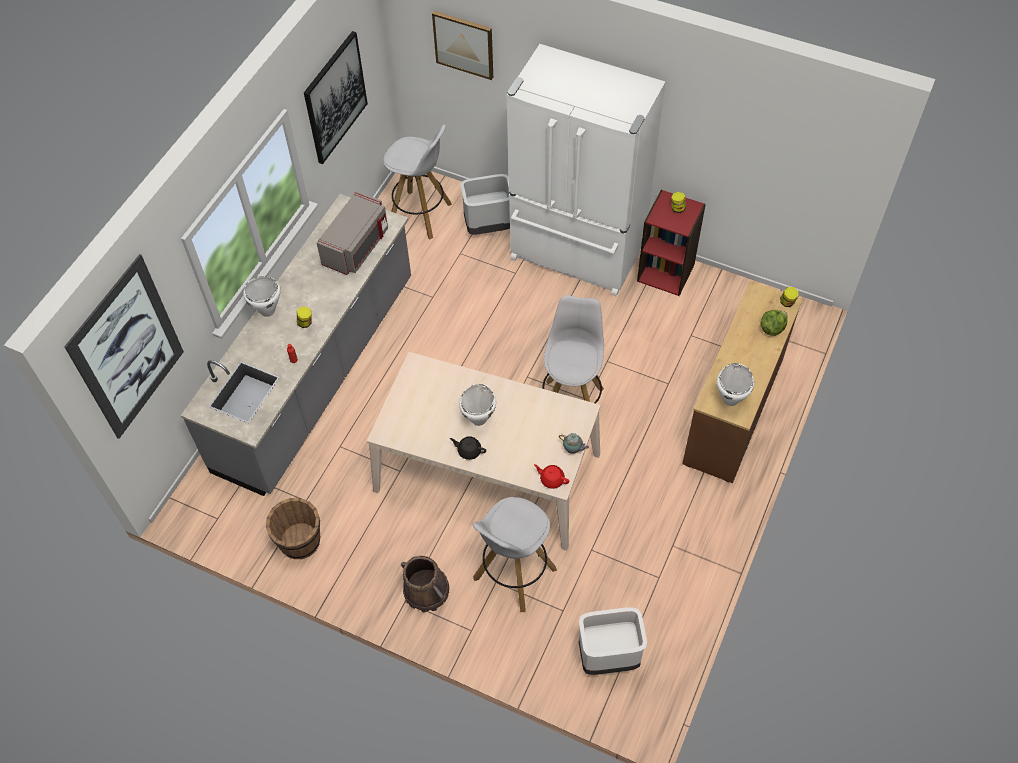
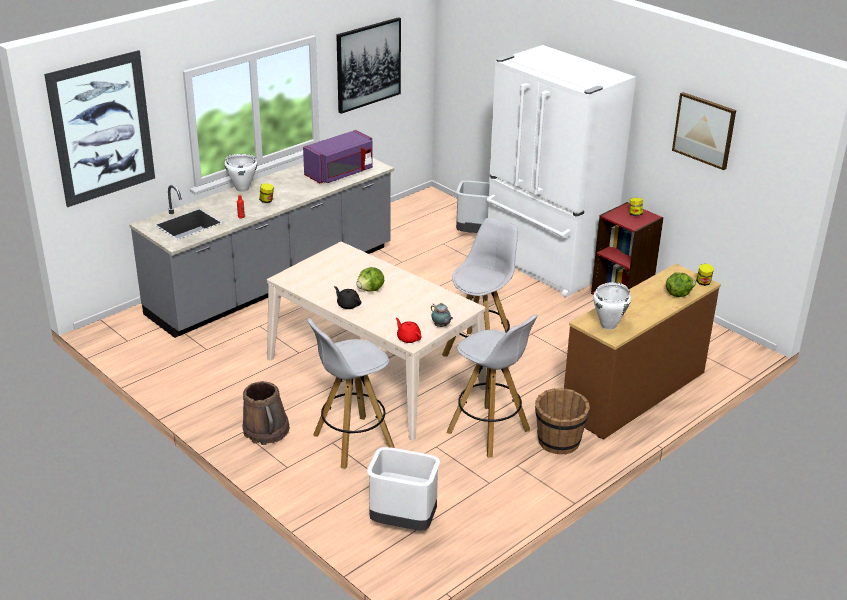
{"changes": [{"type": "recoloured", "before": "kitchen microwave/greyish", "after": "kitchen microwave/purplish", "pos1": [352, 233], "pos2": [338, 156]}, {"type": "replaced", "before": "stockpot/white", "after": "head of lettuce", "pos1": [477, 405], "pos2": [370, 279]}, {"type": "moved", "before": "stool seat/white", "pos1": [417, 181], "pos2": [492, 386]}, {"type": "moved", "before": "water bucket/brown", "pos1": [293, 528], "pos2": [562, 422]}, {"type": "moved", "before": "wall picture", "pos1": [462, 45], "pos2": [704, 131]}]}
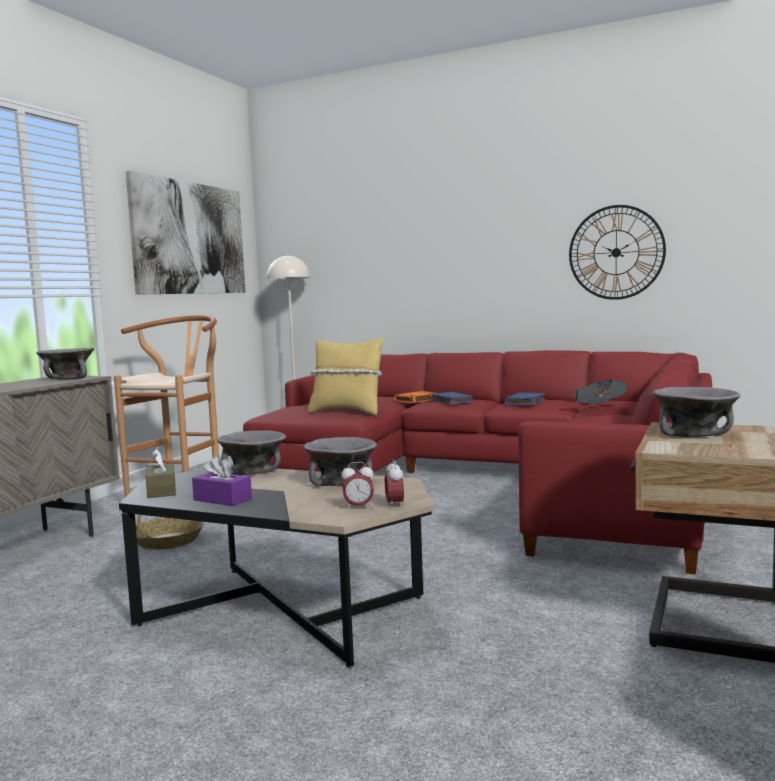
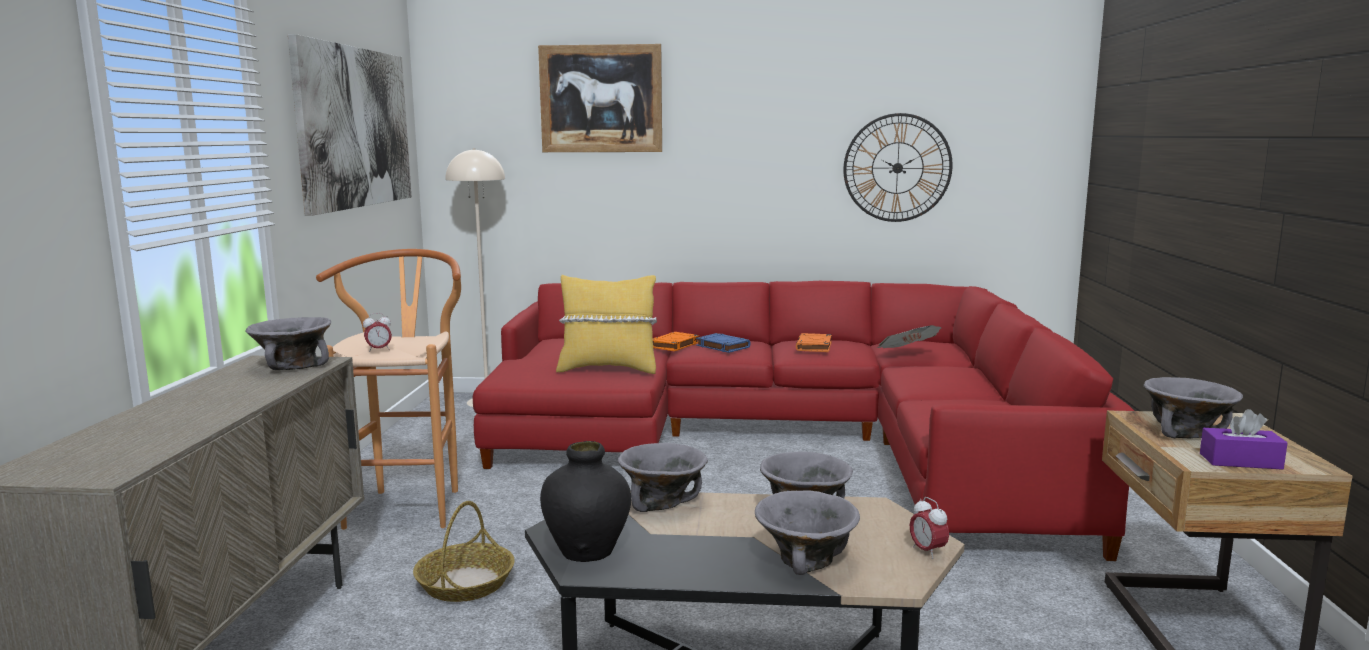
{"changes": [{"type": "moved", "before": "alarm clock", "pos1": [357, 486], "pos2": [377, 332]}, {"type": "added", "after": "wall picture", "pos2": [600, 98]}, {"type": "replaced", "before": "tissue holder/brown", "after": "flower vase/blackish", "pos1": [161, 473], "pos2": [585, 501]}, {"type": "added", "after": "deep dish/greyish", "pos2": [807, 532]}, {"type": "recoloured", "before": "volume/blue-coloured", "after": "volume/orangey", "pos1": [525, 398], "pos2": [814, 342]}, {"type": "moved", "before": "tissue holder/purplish", "pos1": [222, 480], "pos2": [1244, 439]}]}
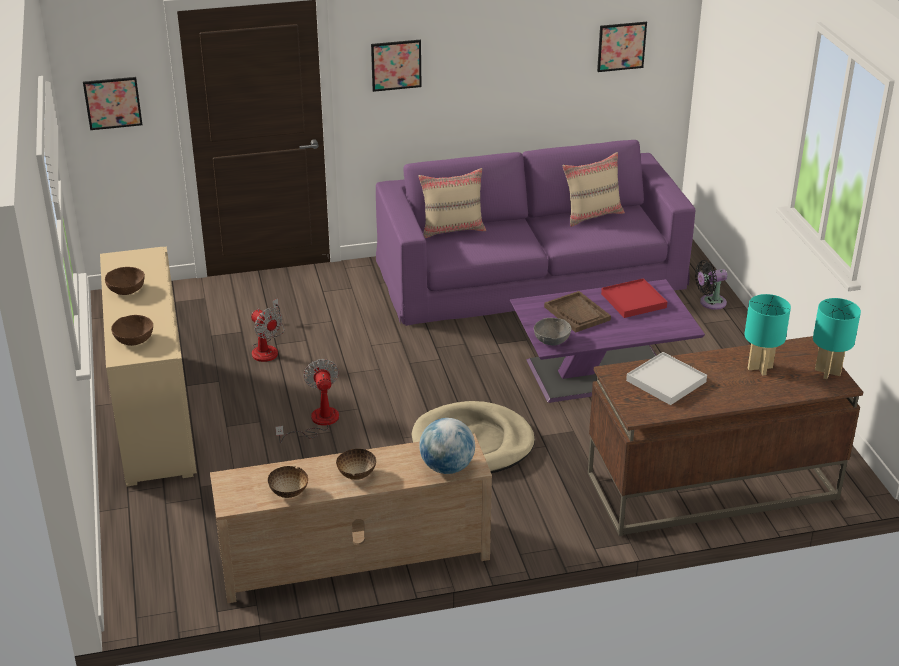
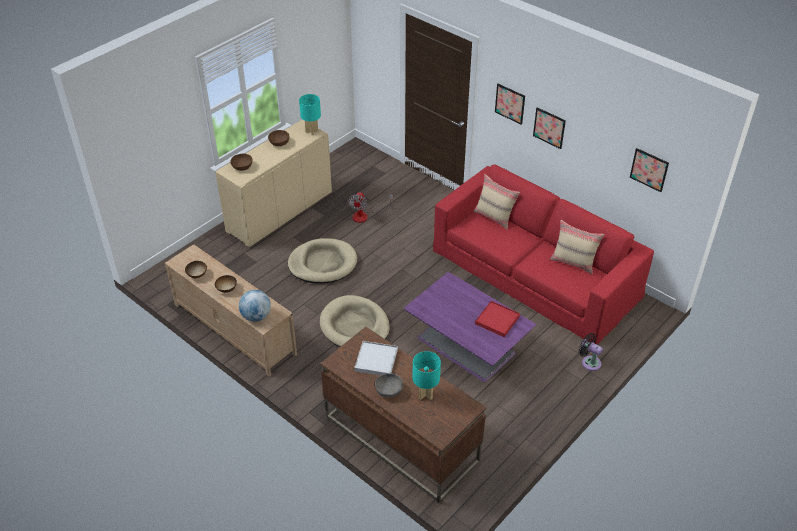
{"changes": [{"type": "replaced", "before": "electric fan", "after": "dog cushion/beige", "pos1": [307, 401], "pos2": [322, 261]}, {"type": "moved", "before": "lamp for a table/turquoise-coloured", "pos1": [837, 338], "pos2": [310, 114]}, {"type": "moved", "before": "deep dish/greyish", "pos1": [552, 332], "pos2": [389, 385]}, {"type": "recoloured", "before": "sofa/purplish", "after": "sofa/reddish", "pos1": [535, 233], "pos2": [543, 255]}, {"type": "moved", "before": "wall picture", "pos1": [113, 103], "pos2": [549, 128]}, {"type": "removed", "before": "carrying tray/brown", "pos1": [577, 312]}]}
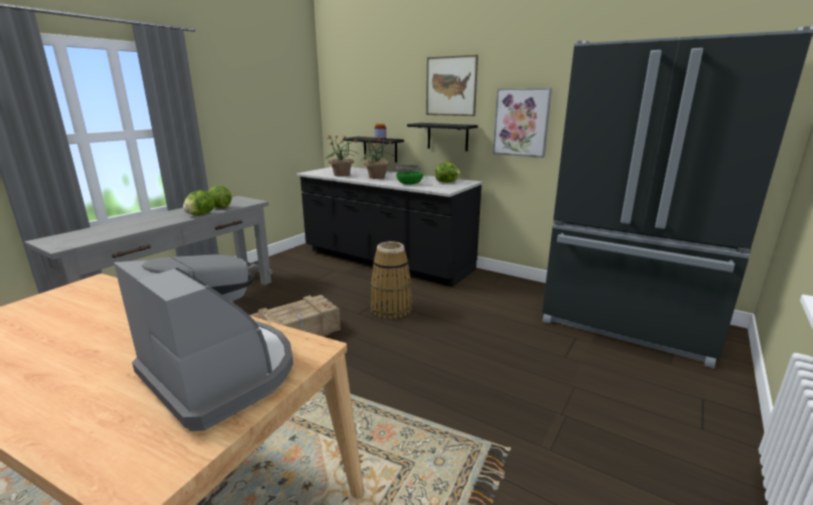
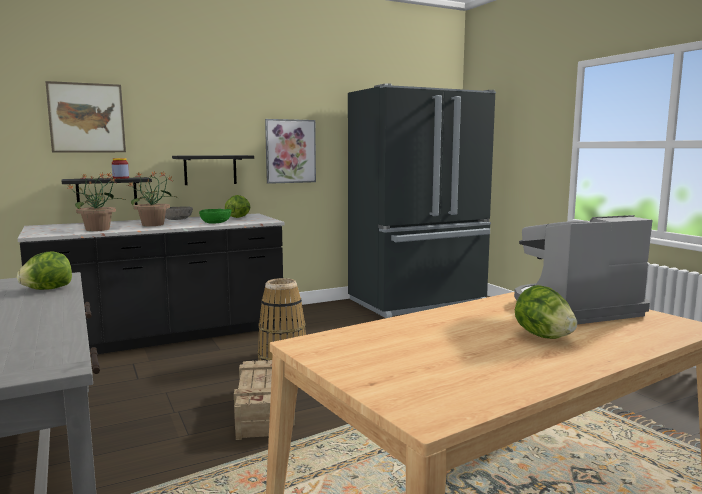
{"changes": [{"type": "moved", "before": "wall picture", "pos1": [452, 85], "pos2": [85, 117]}, {"type": "moved", "before": "head of lettuce", "pos1": [199, 202], "pos2": [546, 312]}]}
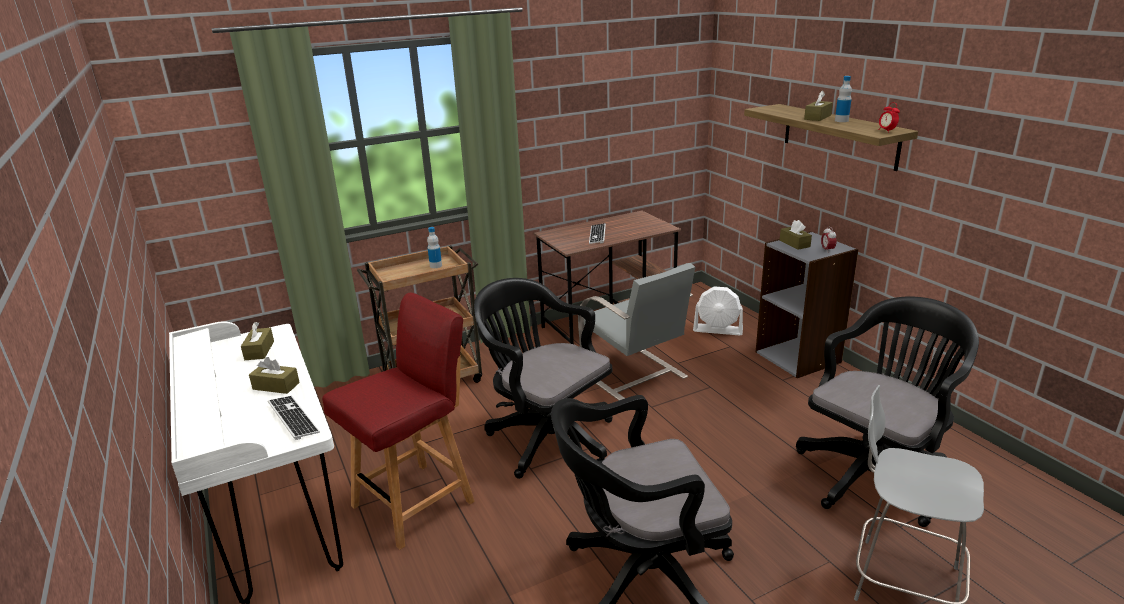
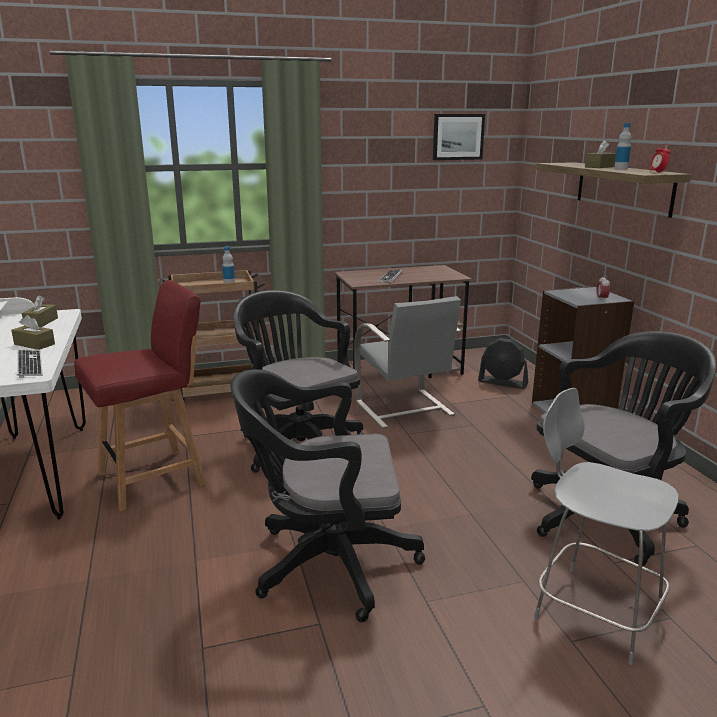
{"changes": [{"type": "added", "after": "wall picture", "pos2": [459, 137]}, {"type": "recoloured", "before": "electric fan/white", "after": "electric fan/blackish", "pos1": [718, 311], "pos2": [503, 363]}, {"type": "removed", "before": "tissue holder/brown", "pos1": [796, 235]}]}
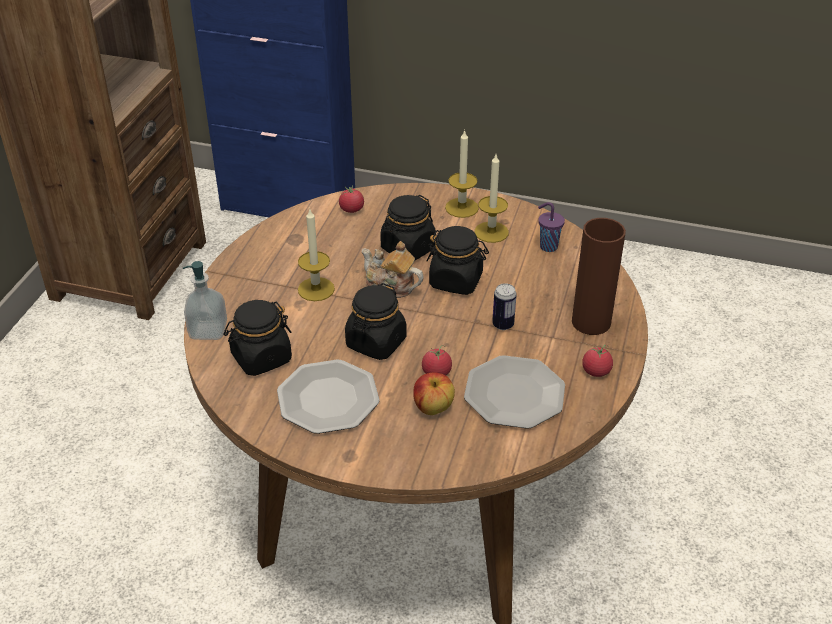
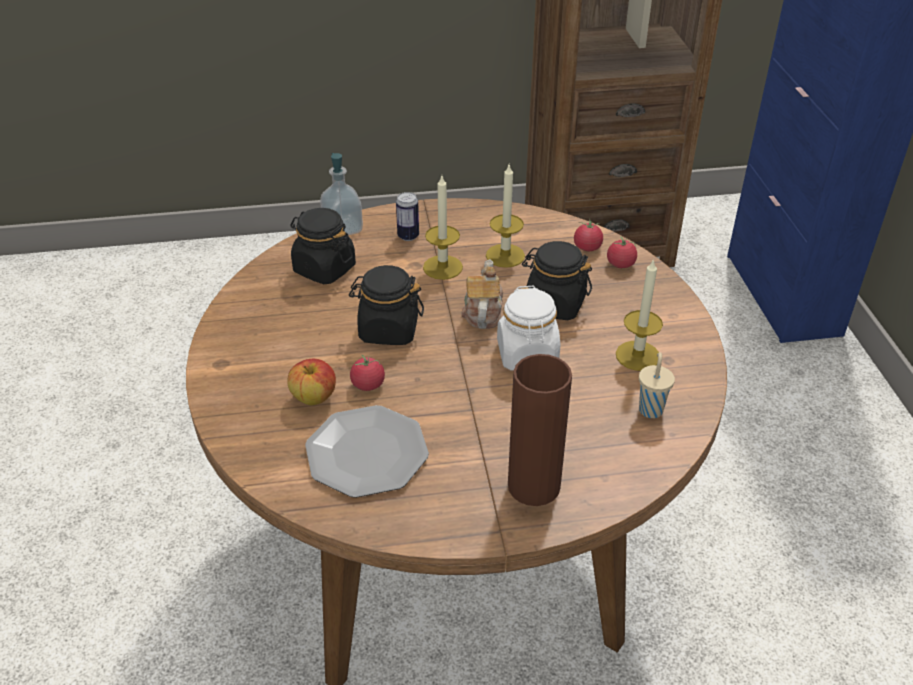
{"changes": [{"type": "moved", "before": "can", "pos1": [504, 306], "pos2": [407, 216]}, {"type": "moved", "before": "wax candle", "pos1": [462, 173], "pos2": [505, 216]}, {"type": "recoloured", "before": "preserve jar/blackish", "after": "preserve jar/white", "pos1": [457, 260], "pos2": [528, 328]}, {"type": "moved", "before": "whole tomato", "pos1": [597, 361], "pos2": [622, 252]}, {"type": "recoloured", "before": "cup/purplish", "after": "cup/beige", "pos1": [551, 227], "pos2": [657, 385]}, {"type": "removed", "before": "dinner plate", "pos1": [328, 396]}]}
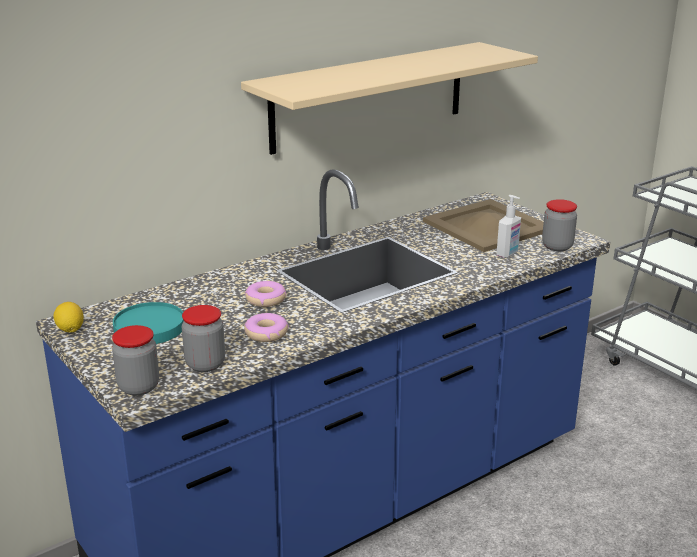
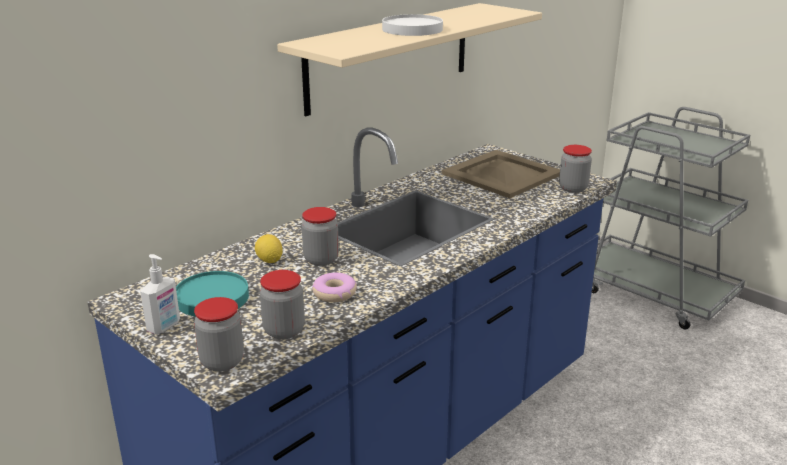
{"changes": [{"type": "moved", "before": "soap dispenser", "pos1": [508, 226], "pos2": [160, 294]}, {"type": "moved", "before": "whole lemon", "pos1": [69, 317], "pos2": [269, 248]}, {"type": "replaced", "before": "donut", "after": "preserve jar", "pos1": [265, 294], "pos2": [320, 236]}, {"type": "added", "after": "dinner plate/white", "pos2": [412, 25]}]}
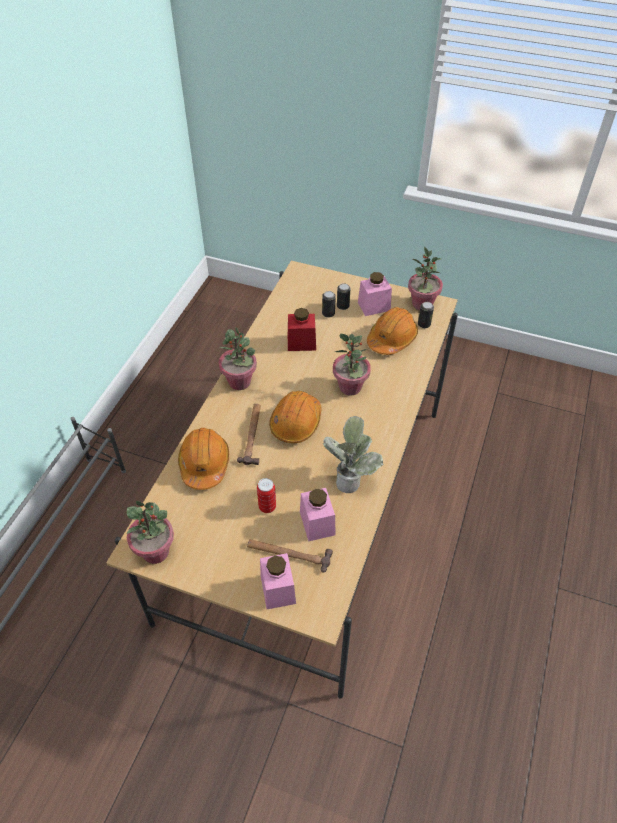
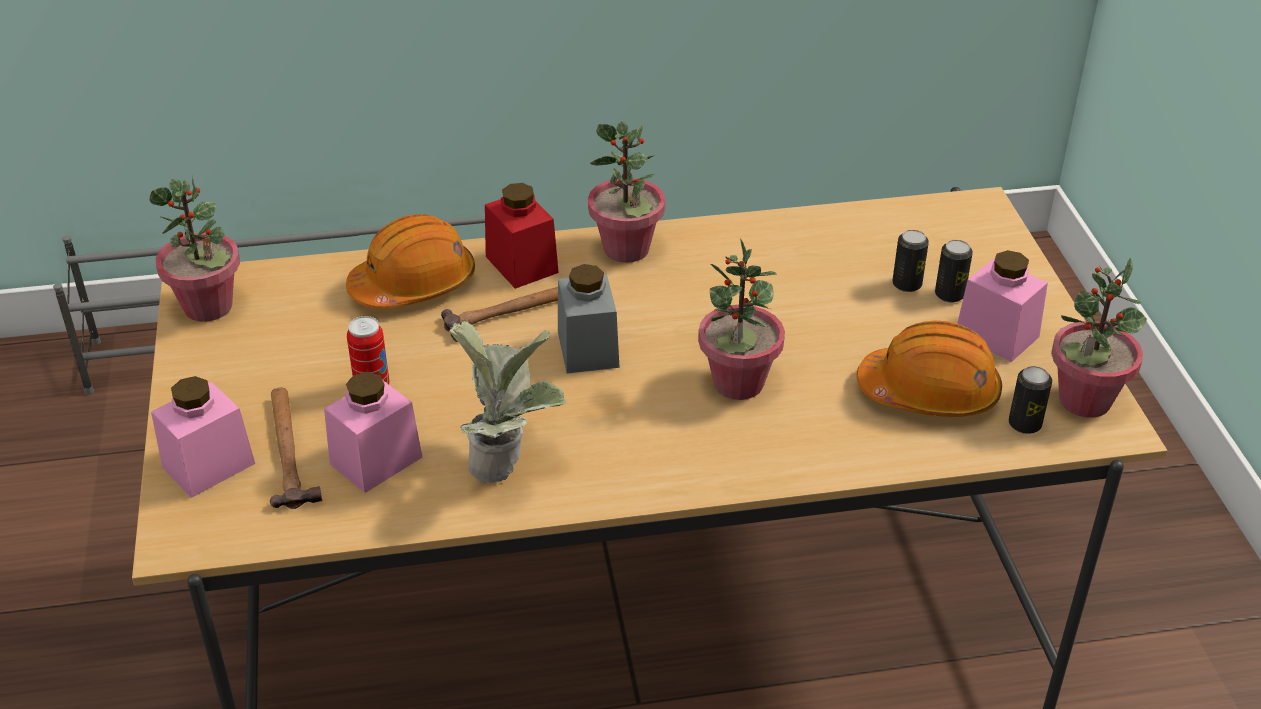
{"changes": [{"type": "moved", "before": "preserve jar/reddish", "pos1": [302, 329], "pos2": [522, 236]}, {"type": "replaced", "before": "hard hat/orangey", "after": "preserve jar/greyish", "pos1": [295, 417], "pos2": [589, 318]}]}
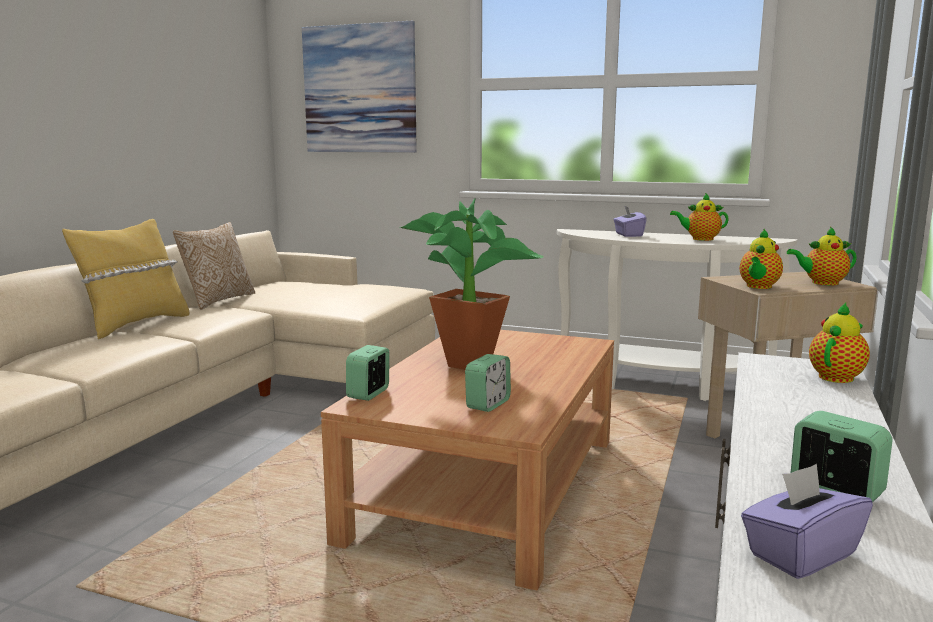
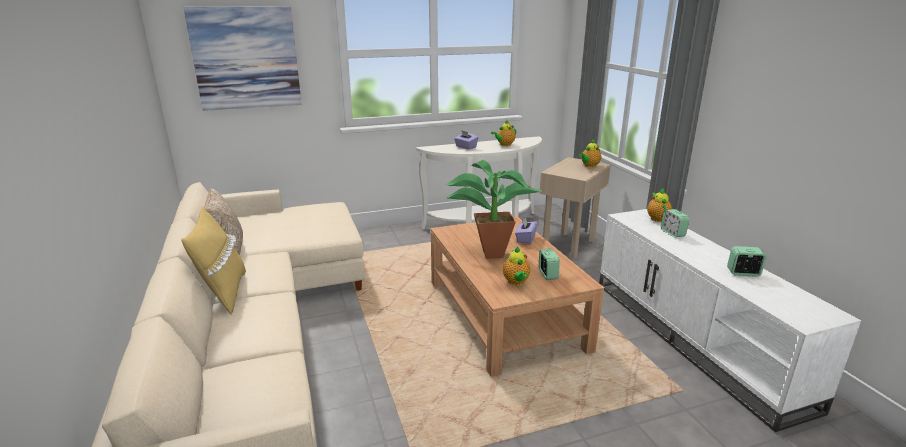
{"changes": [{"type": "moved", "before": "pot for tea", "pos1": [761, 259], "pos2": [516, 266]}, {"type": "moved", "before": "tissue holder/purplish", "pos1": [807, 521], "pos2": [526, 230]}, {"type": "moved", "before": "alarm clock", "pos1": [368, 373], "pos2": [675, 223]}]}
